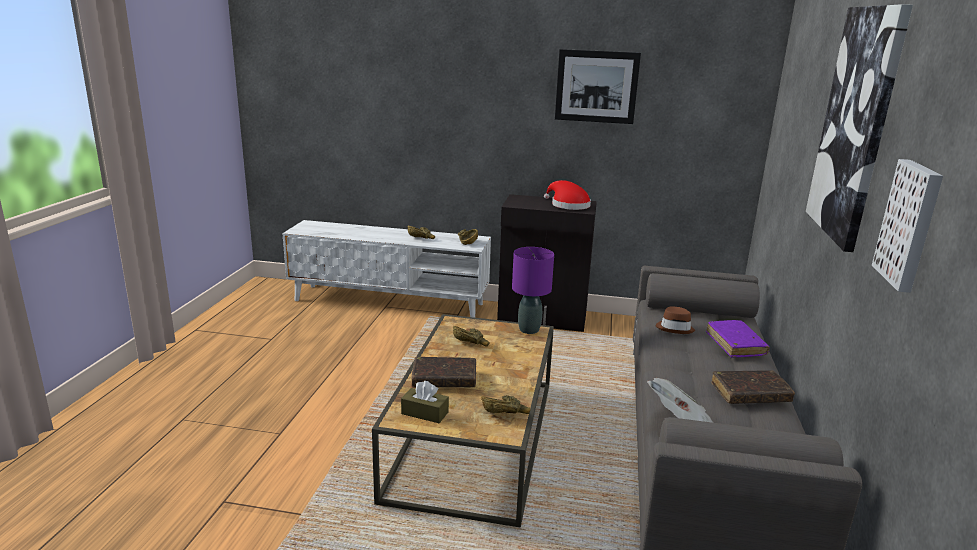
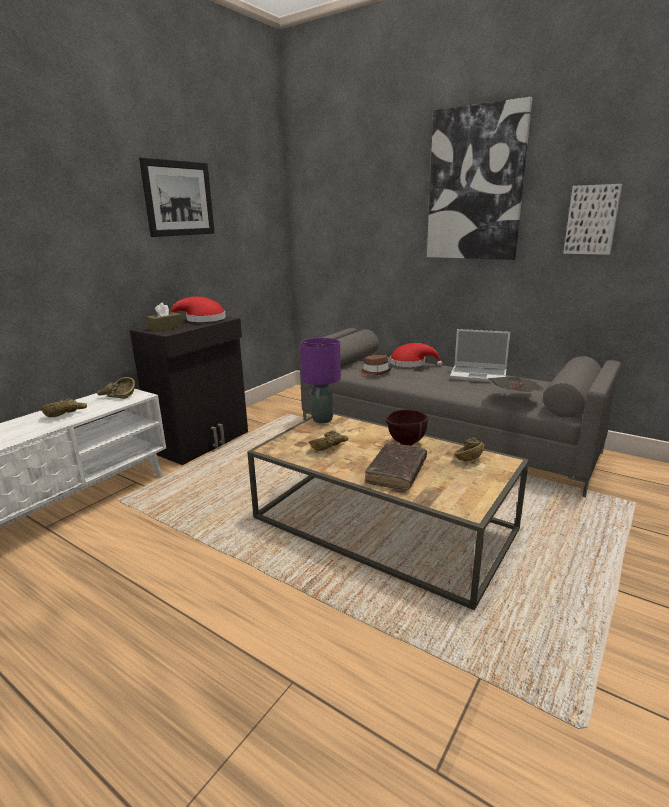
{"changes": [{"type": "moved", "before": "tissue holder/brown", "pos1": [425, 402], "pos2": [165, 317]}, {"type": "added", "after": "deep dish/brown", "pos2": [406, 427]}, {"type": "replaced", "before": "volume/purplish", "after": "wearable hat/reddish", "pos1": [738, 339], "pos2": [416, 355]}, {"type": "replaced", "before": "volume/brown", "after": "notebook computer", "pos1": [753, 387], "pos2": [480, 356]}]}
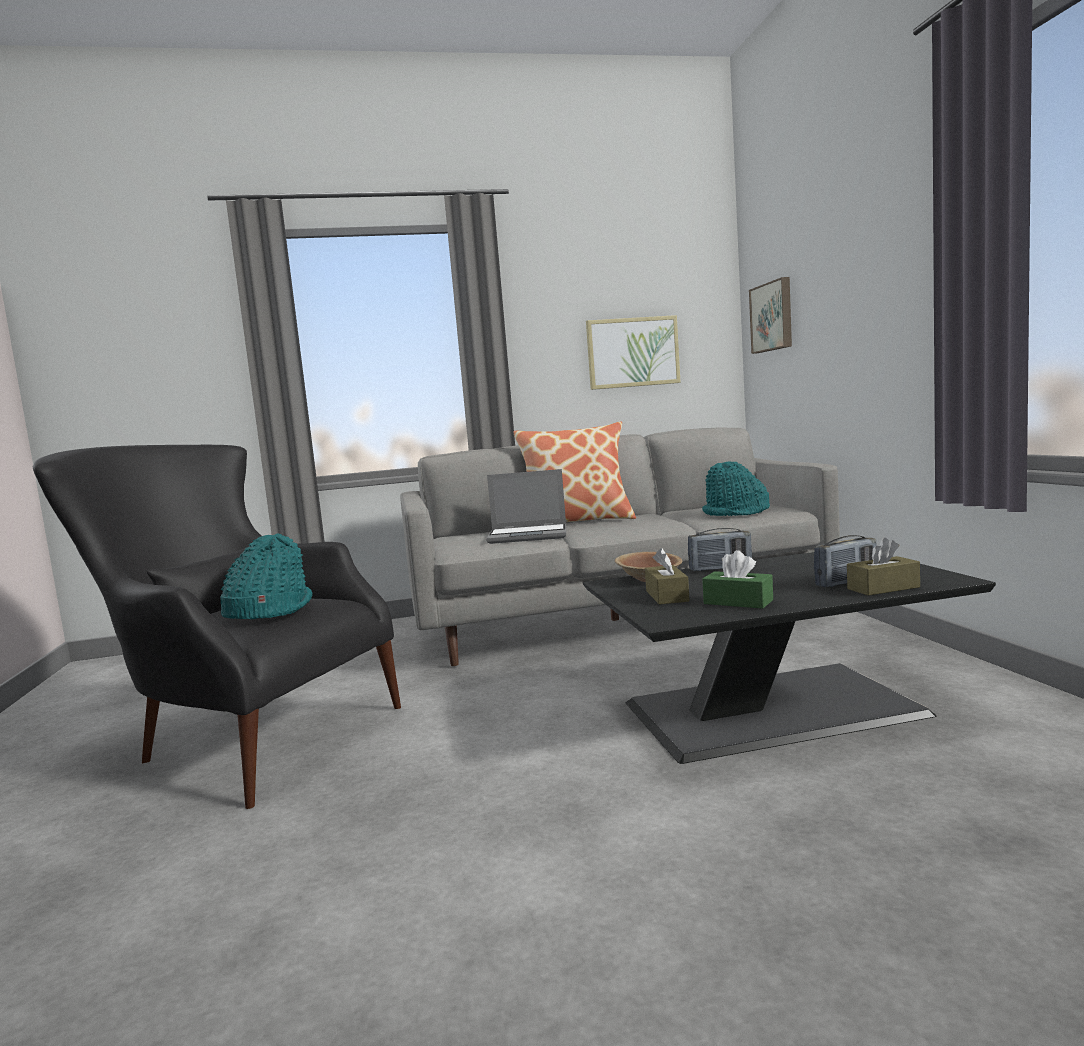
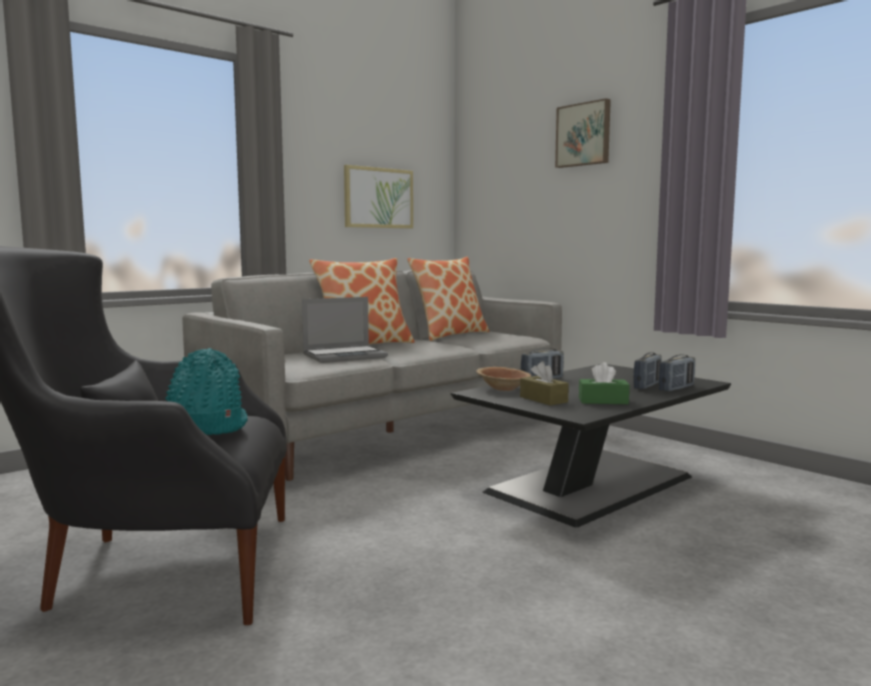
{"changes": [{"type": "added", "after": "cushion", "pos2": [448, 299]}, {"type": "moved", "before": "wall picture", "pos1": [770, 315], "pos2": [583, 133]}, {"type": "replaced", "before": "tissue holder/brown", "after": "radio receiver", "pos1": [883, 567], "pos2": [677, 373]}, {"type": "removed", "before": "wearable hat/turquoise-coloured", "pos1": [736, 489]}]}
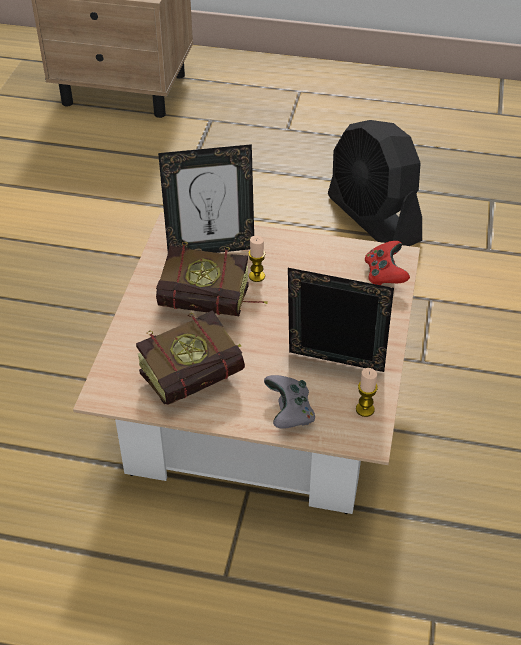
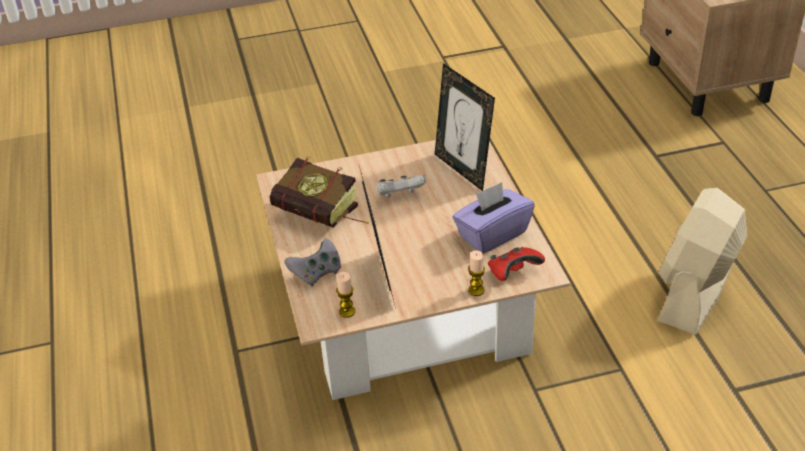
{"changes": [{"type": "replaced", "before": "volume", "after": "gamepad/white", "pos1": [212, 279], "pos2": [401, 186]}, {"type": "added", "after": "tissue holder/purplish", "pos2": [494, 217]}, {"type": "moved", "before": "wax candle", "pos1": [256, 259], "pos2": [476, 273]}, {"type": "recoloured", "before": "electric fan/blackish", "after": "electric fan/beige", "pos1": [375, 183], "pos2": [702, 261]}]}
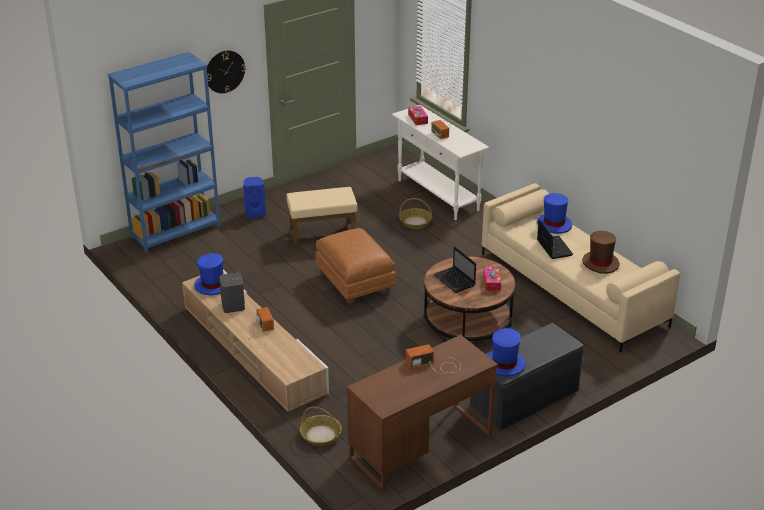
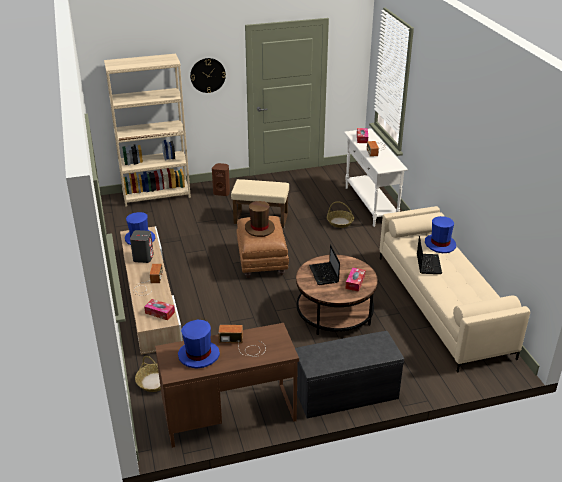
{"changes": [{"type": "recoloured", "before": "bookshelf/blue-coloured", "after": "bookshelf/beige", "pos1": [164, 152], "pos2": [147, 130]}, {"type": "added", "after": "tissue holder", "pos2": [159, 309]}, {"type": "moved", "before": "wearable hat/blue-coloured", "pos1": [507, 352], "pos2": [199, 344]}, {"type": "recoloured", "before": "speaker/blue-coloured", "after": "speaker/brown", "pos1": [254, 197], "pos2": [221, 179]}, {"type": "moved", "before": "wearable hat/brown", "pos1": [601, 252], "pos2": [260, 219]}]}
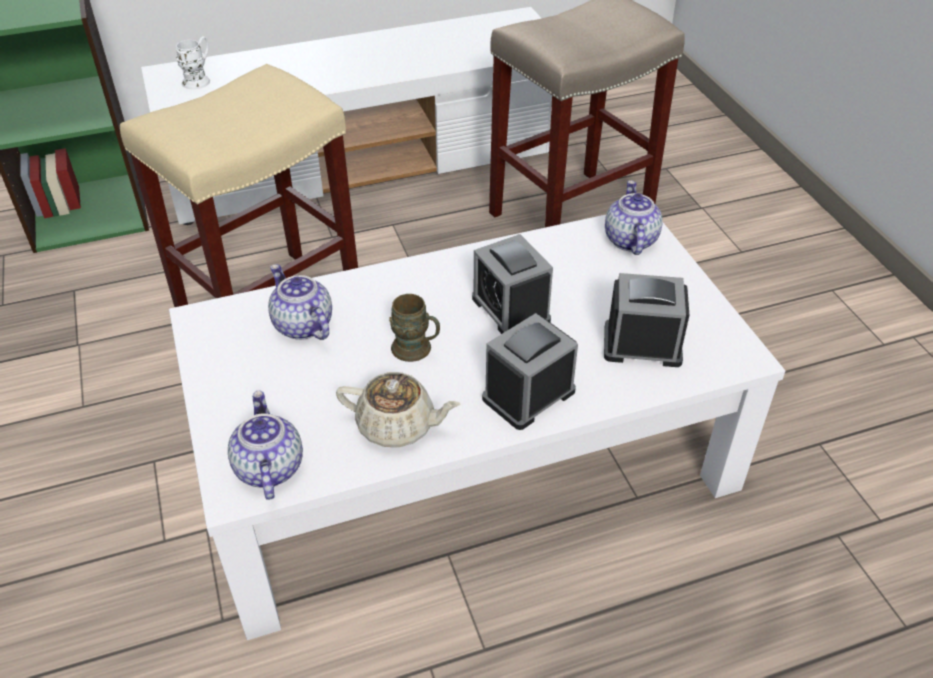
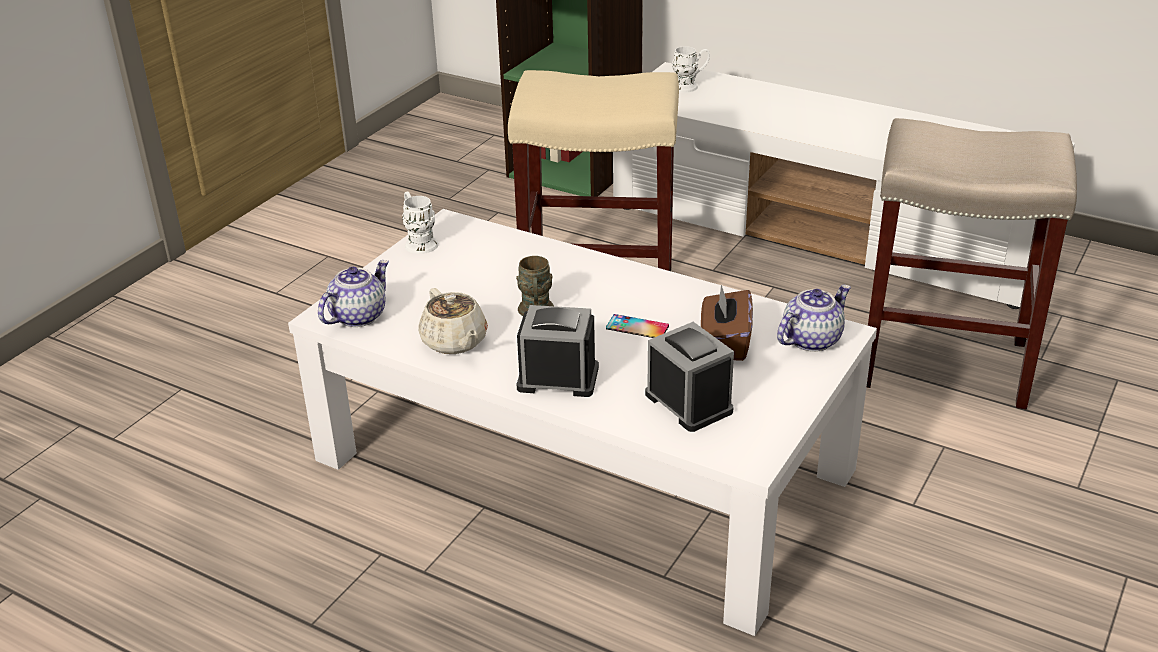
{"changes": [{"type": "added", "after": "coffee mug/white", "pos2": [420, 222]}, {"type": "replaced", "before": "alarm clock", "after": "telephone", "pos1": [512, 284], "pos2": [637, 326]}, {"type": "added", "after": "tissue holder/brown", "pos2": [727, 323]}, {"type": "removed", "before": "pot for tea", "pos1": [300, 302]}]}
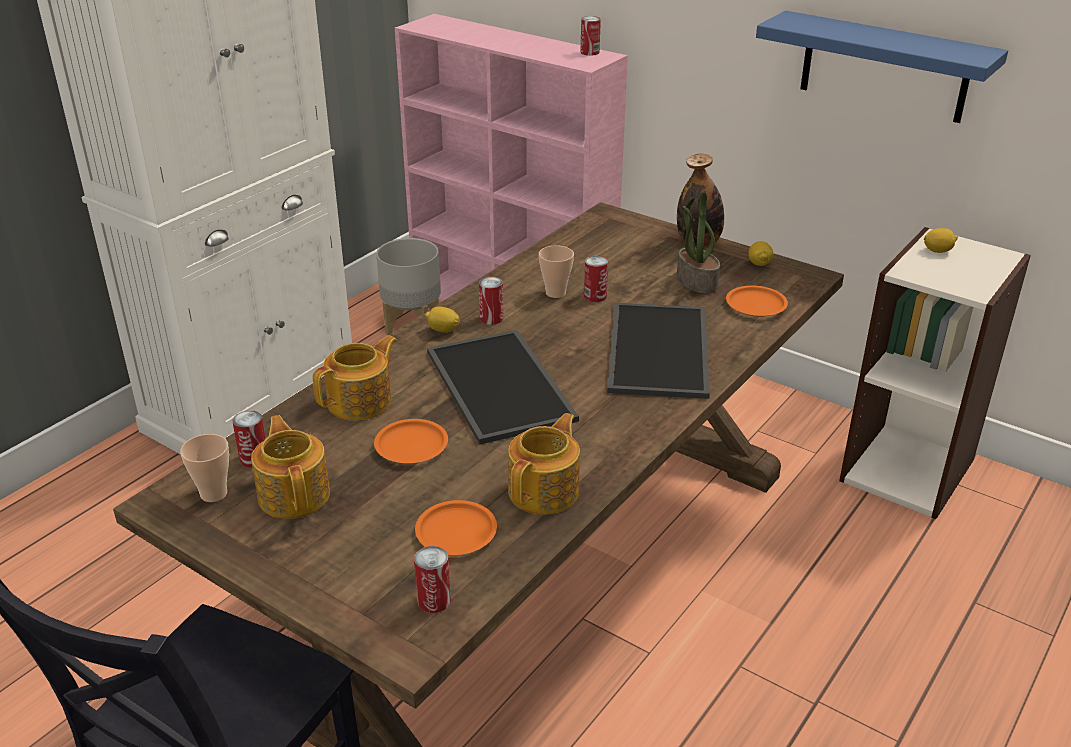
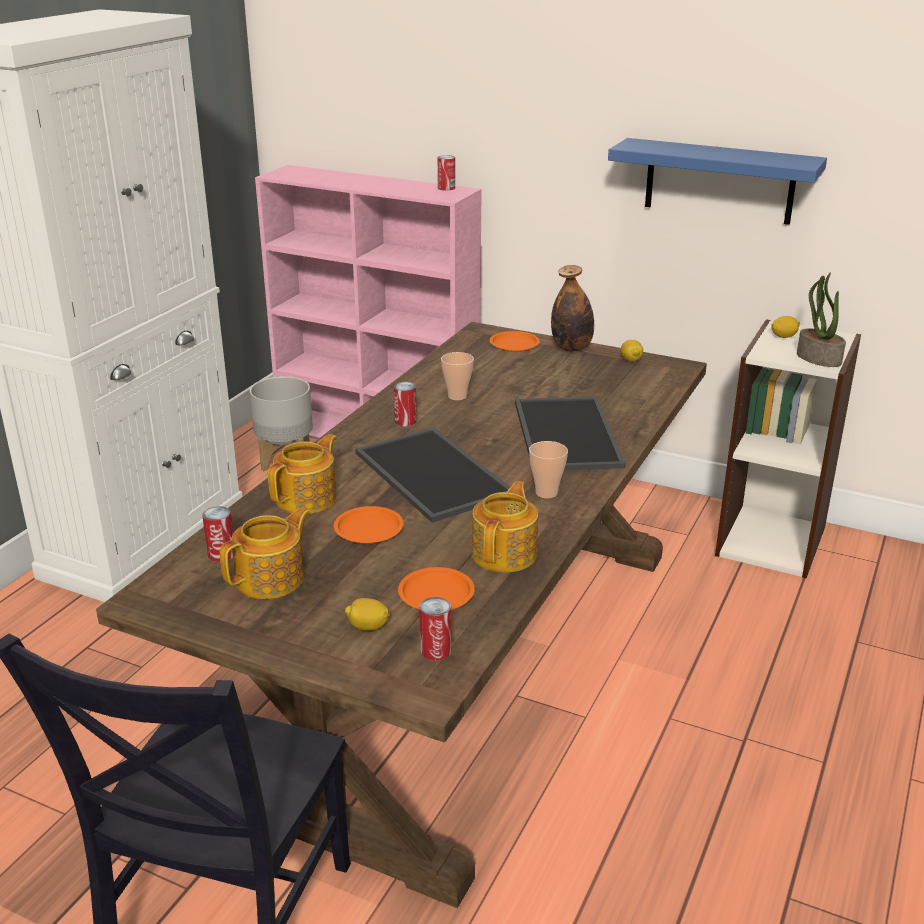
{"changes": [{"type": "turned", "before": "pot for tea", "pos1": [290, 467], "pos2": [265, 553], "turn": 75}, {"type": "moved", "before": "whole lemon", "pos1": [442, 320], "pos2": [367, 614]}, {"type": "moved", "before": "dinner plate/orangey", "pos1": [757, 301], "pos2": [515, 341]}, {"type": "moved", "before": "cup", "pos1": [204, 468], "pos2": [548, 470]}, {"type": "moved", "before": "houseplant", "pos1": [698, 242], "pos2": [821, 319]}, {"type": "removed", "before": "can", "pos1": [596, 279]}]}
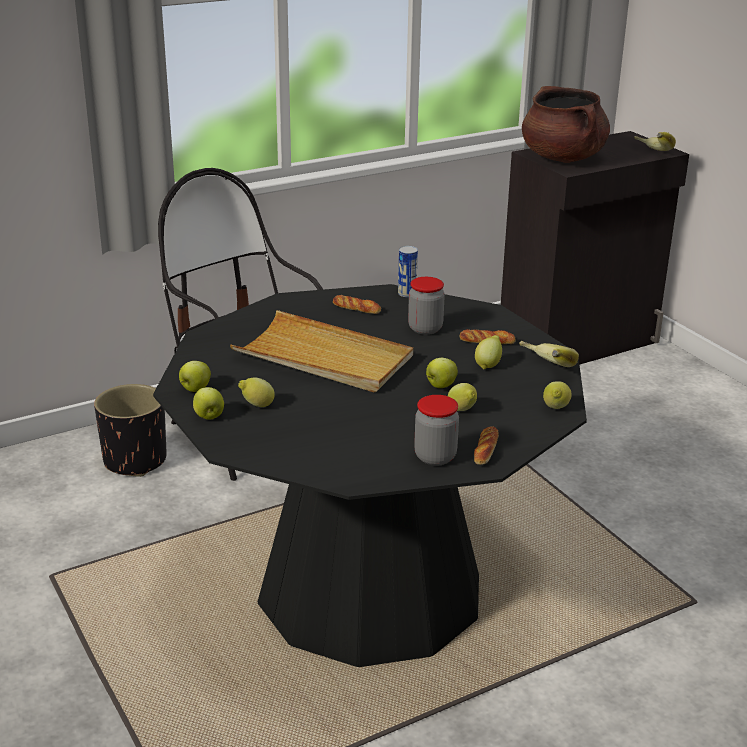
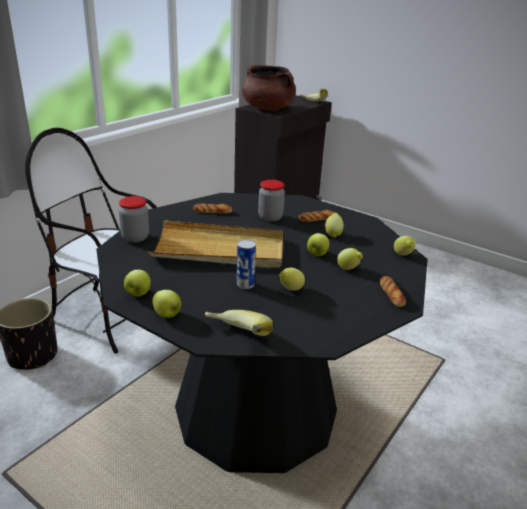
{"changes": [{"type": "moved", "before": "preserve jar", "pos1": [436, 430], "pos2": [134, 219]}, {"type": "moved", "before": "banana fruit", "pos1": [549, 354], "pos2": [239, 323]}, {"type": "moved", "before": "can", "pos1": [408, 271], "pos2": [246, 264]}, {"type": "moved", "before": "whole lemon", "pos1": [256, 392], "pos2": [292, 279]}]}
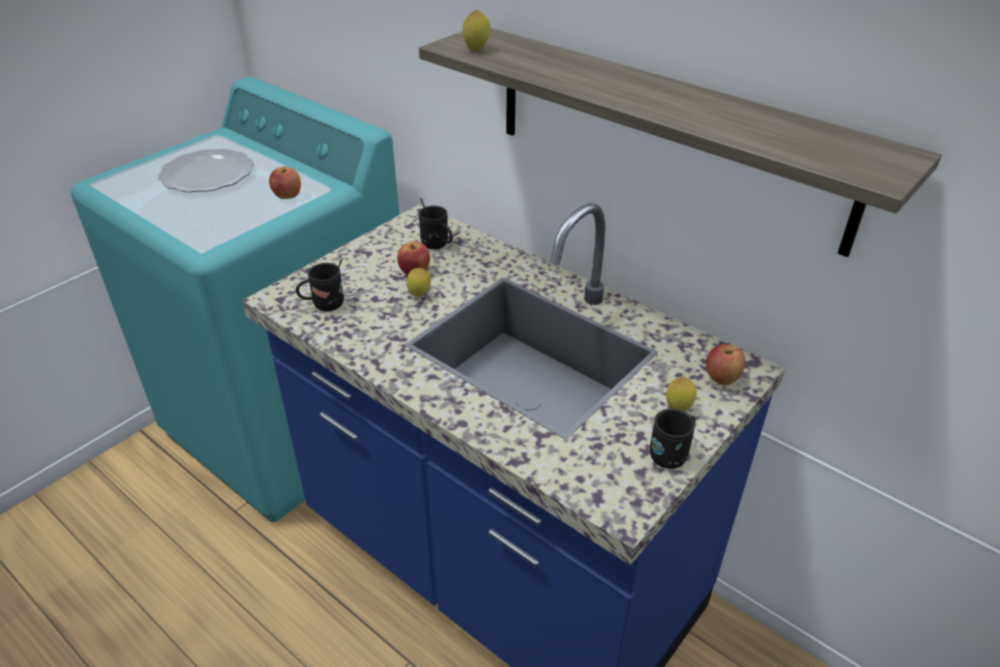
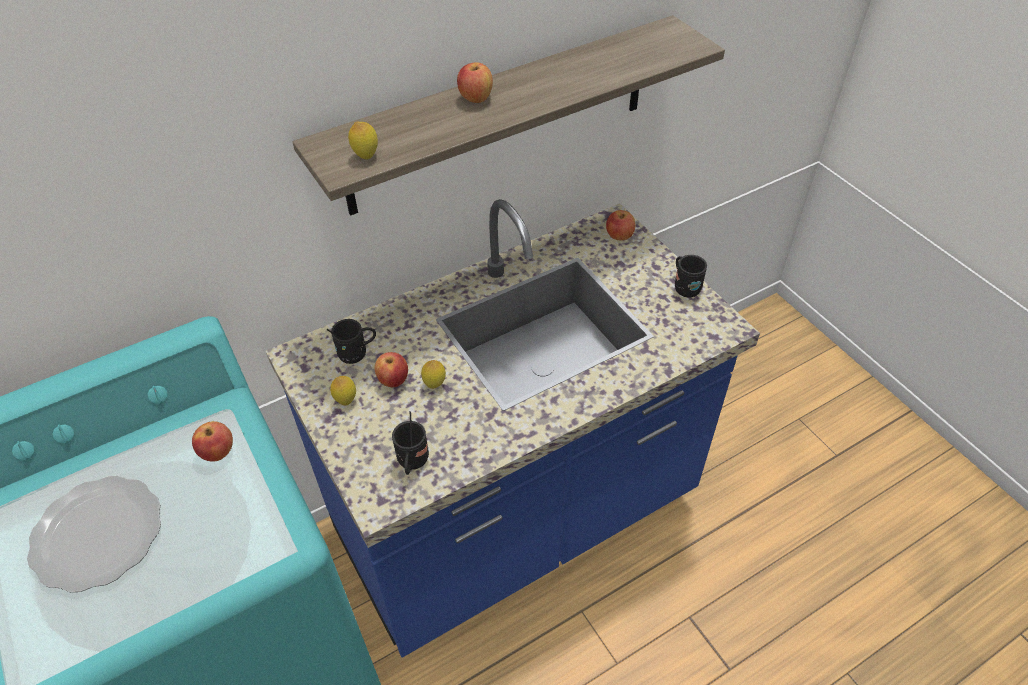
{"changes": [{"type": "moved", "before": "whole lemon", "pos1": [681, 393], "pos2": [343, 391]}, {"type": "added", "after": "apple", "pos2": [475, 82]}]}
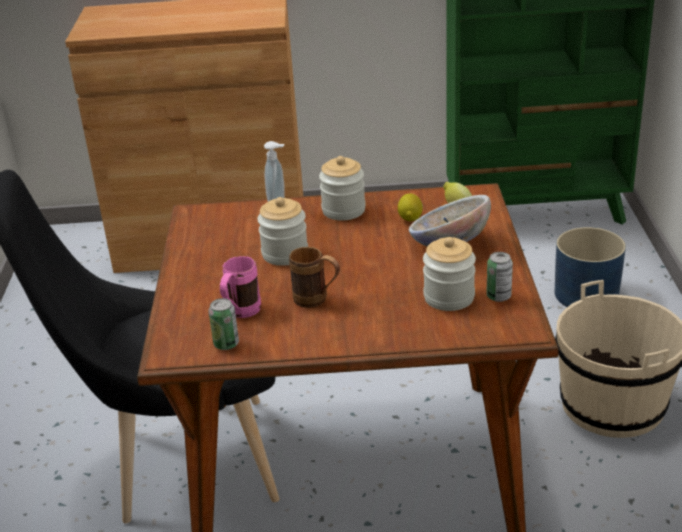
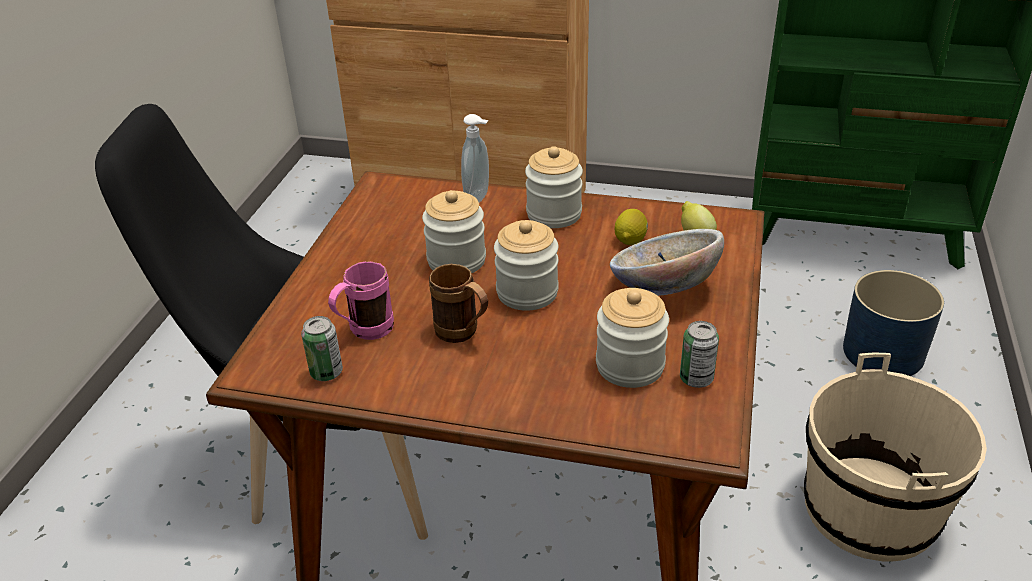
{"changes": [{"type": "added", "after": "preserve jar", "pos2": [526, 265]}]}
